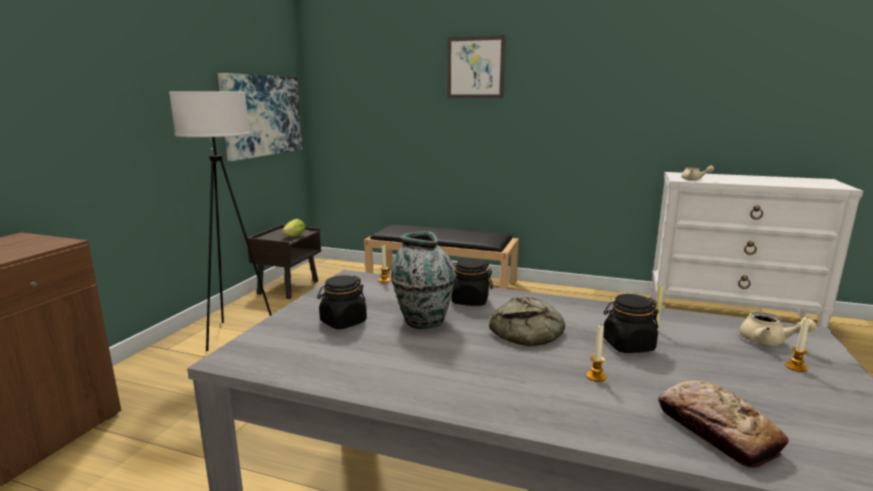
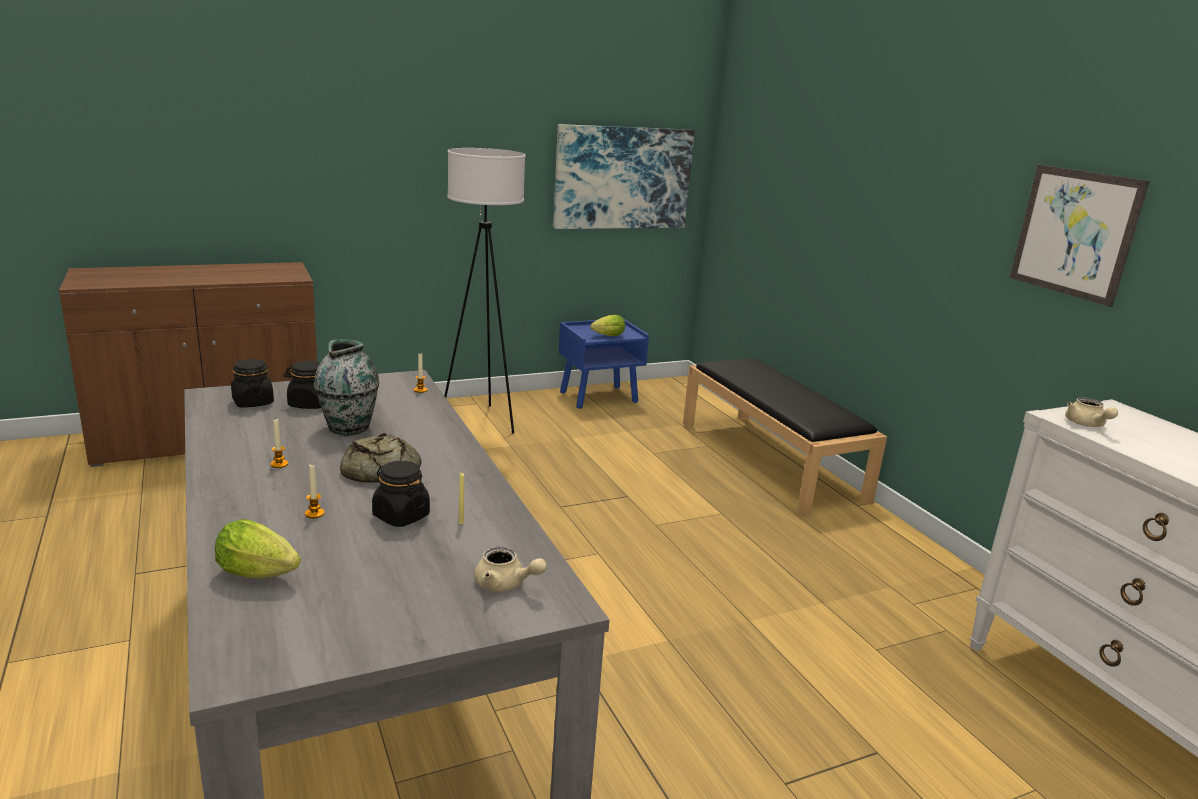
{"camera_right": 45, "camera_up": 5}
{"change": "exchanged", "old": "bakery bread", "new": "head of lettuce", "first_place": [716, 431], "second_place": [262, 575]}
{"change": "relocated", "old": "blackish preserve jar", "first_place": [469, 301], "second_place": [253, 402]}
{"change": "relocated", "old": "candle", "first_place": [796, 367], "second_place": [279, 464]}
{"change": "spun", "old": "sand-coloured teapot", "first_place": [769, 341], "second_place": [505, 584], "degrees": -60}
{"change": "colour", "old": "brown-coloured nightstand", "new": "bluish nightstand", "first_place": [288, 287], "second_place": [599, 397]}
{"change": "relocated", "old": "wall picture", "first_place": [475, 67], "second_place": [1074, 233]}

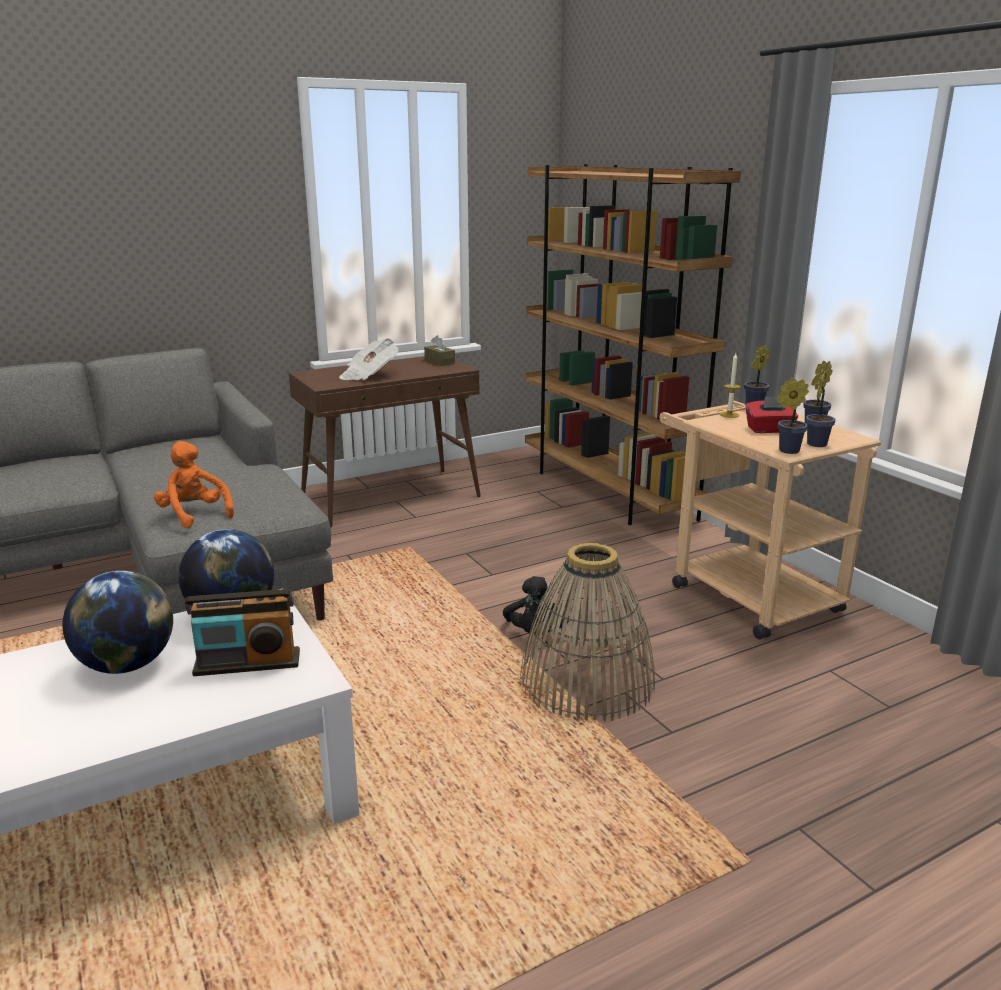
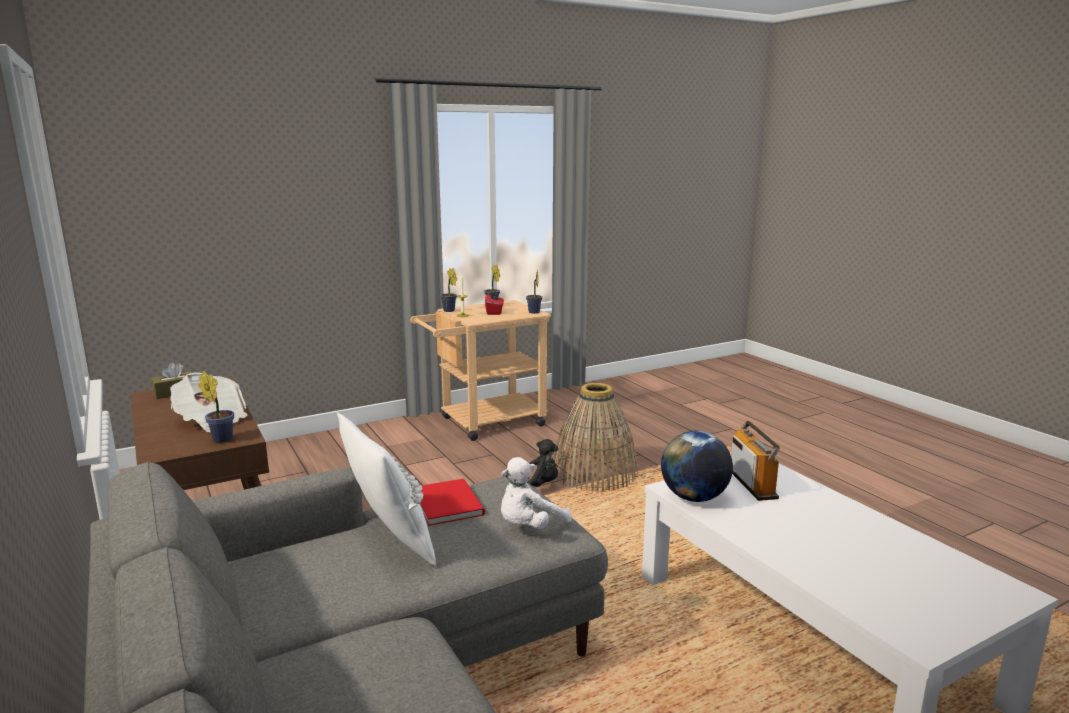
{"camera_right": -90, "camera_up": -5}
{"change": "relocated", "old": "plant in a pot", "first_place": [817, 443], "second_place": [221, 439]}
{"change": "appeared", "new": "white throw pillow", "second_place": [388, 541]}
{"change": "appeared", "new": "reddish bound book", "second_place": [449, 502]}
{"change": "colour", "old": "orange-coloured cuddly toy", "new": "white cuddly toy", "first_place": [194, 515], "second_place": [529, 526]}
{"change": "missing", "old": "desk globe", "first_place": [127, 665]}
{"change": "missing", "old": "brown-coloured bookcase", "first_place": [608, 491]}

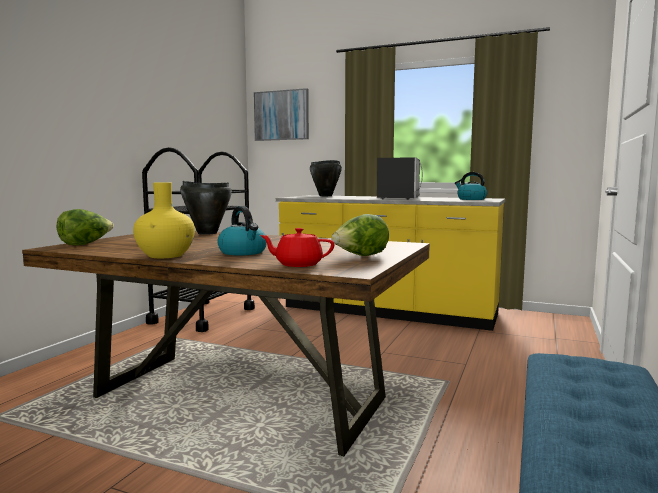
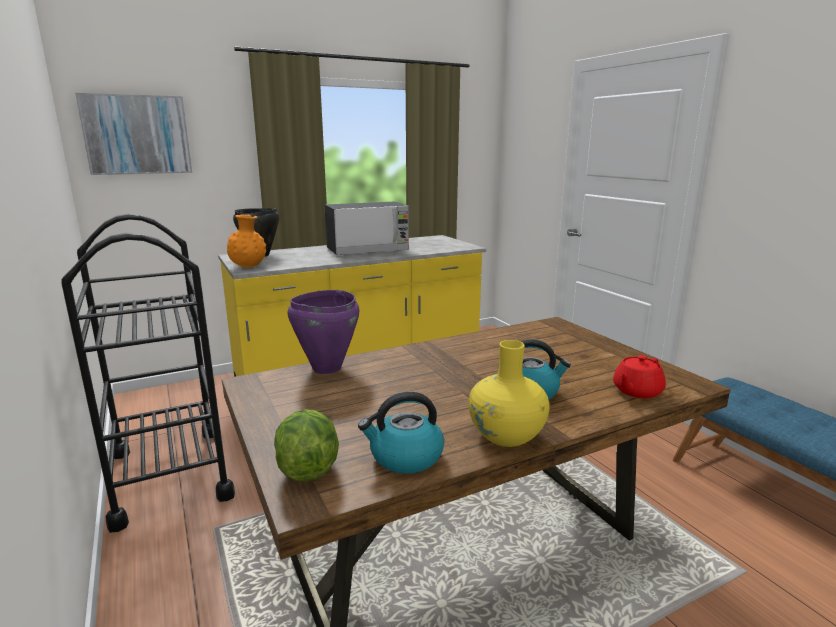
{"camera_right": -50, "camera_up": 10}
{"change": "appeared", "new": "orange-coloured vase", "second_place": [248, 267]}
{"change": "colour", "old": "blackish cooking pot", "new": "purple-coloured cooking pot", "first_place": [207, 233], "second_place": [326, 368]}
{"change": "spun", "old": "microwave", "first_place": [399, 198], "second_place": [368, 250], "degrees": 105}
{"change": "relocated", "old": "tea kettle", "first_place": [471, 199], "second_place": [405, 457]}
{"change": "missing", "old": "head of lettuce", "first_place": [360, 256]}

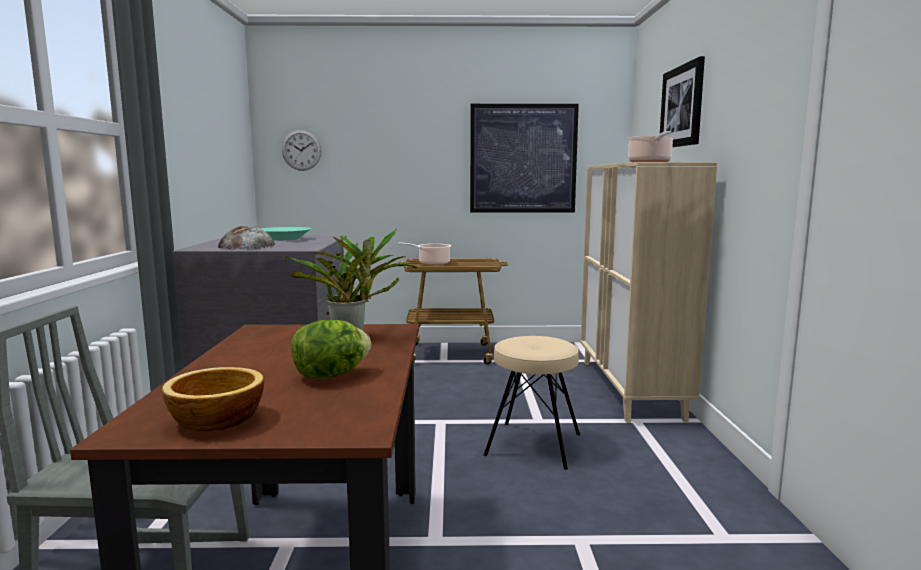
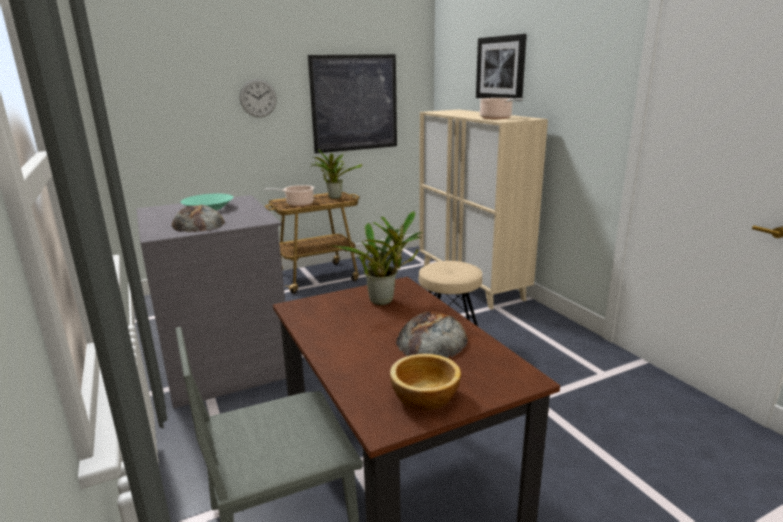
{"camera_right": -25, "camera_up": 10}
{"change": "relocated", "old": "wall clock", "first_place": [301, 150], "second_place": [258, 98]}
{"change": "appeared", "new": "plant in a pot", "second_place": [334, 197]}
{"change": "exchanged", "old": "head of lettuce", "new": "bakery bread", "first_place": [331, 375], "second_place": [432, 339]}

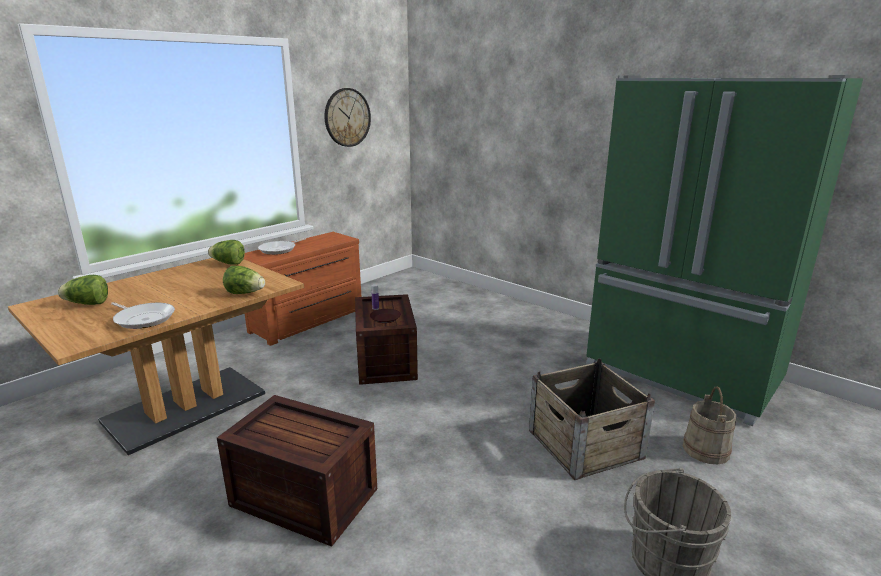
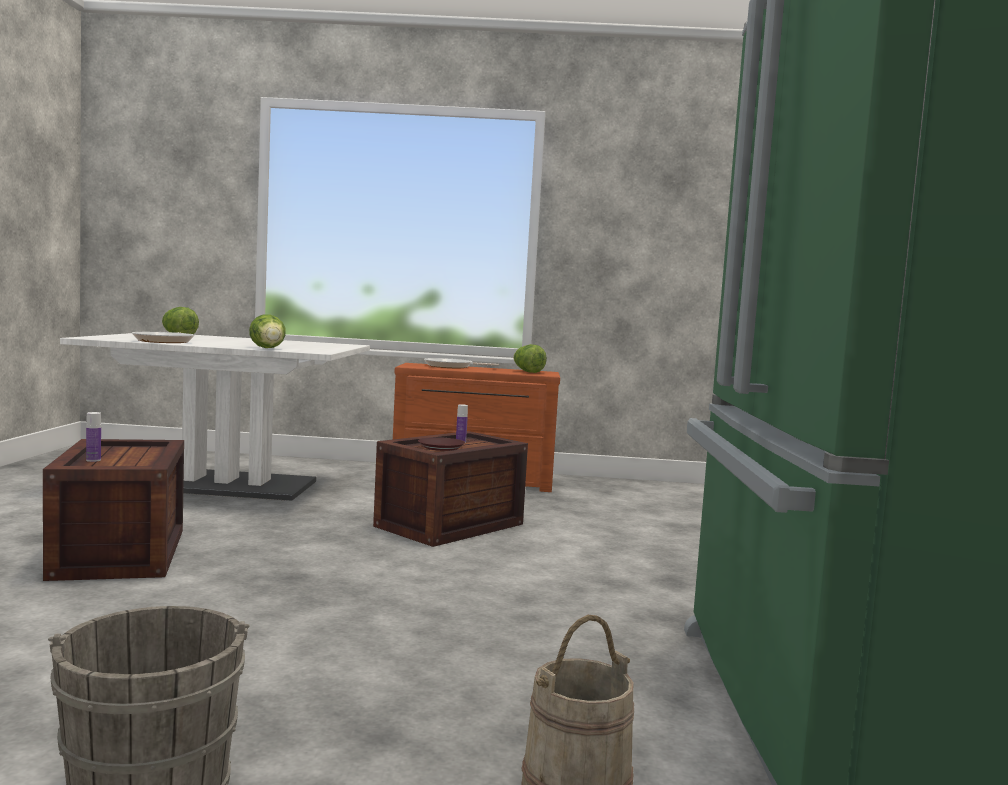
{"camera_right": 50, "camera_up": -15}
{"change": "colour", "old": "brown-coloured kitchen table", "new": "white kitchen table", "first_place": [185, 407], "second_place": [226, 485]}
{"change": "appeared", "new": "drink bottle", "second_place": [93, 460]}
{"change": "relocated", "old": "head of lettuce", "first_place": [228, 263], "second_place": [527, 372]}
{"change": "missing", "old": "wall clock", "first_place": [347, 117]}
{"change": "missing", "old": "shipping crate", "first_place": [585, 444]}

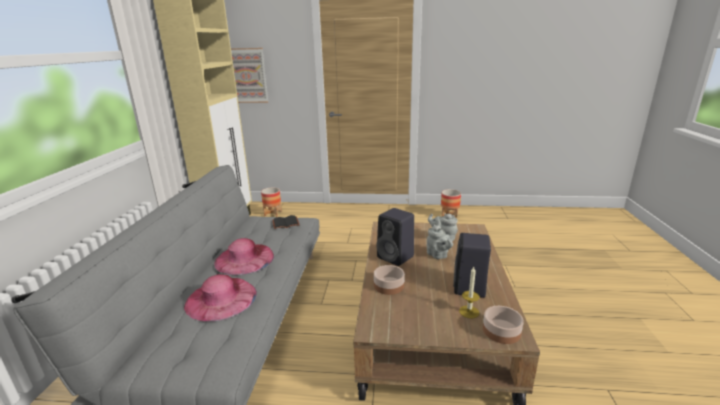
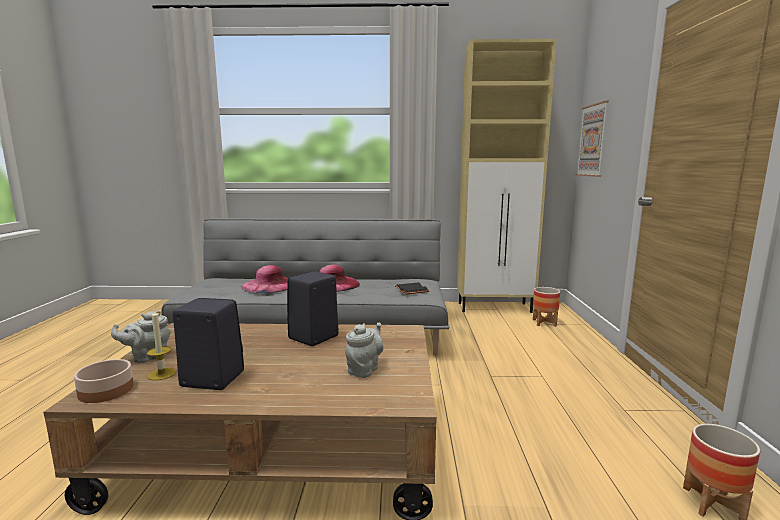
{"camera_right": 85, "camera_up": -10}
{"change": "relocated", "old": "greyish teapot", "first_place": [438, 255], "second_place": [147, 357]}
{"change": "missing", "old": "deep dish", "first_place": [389, 285]}

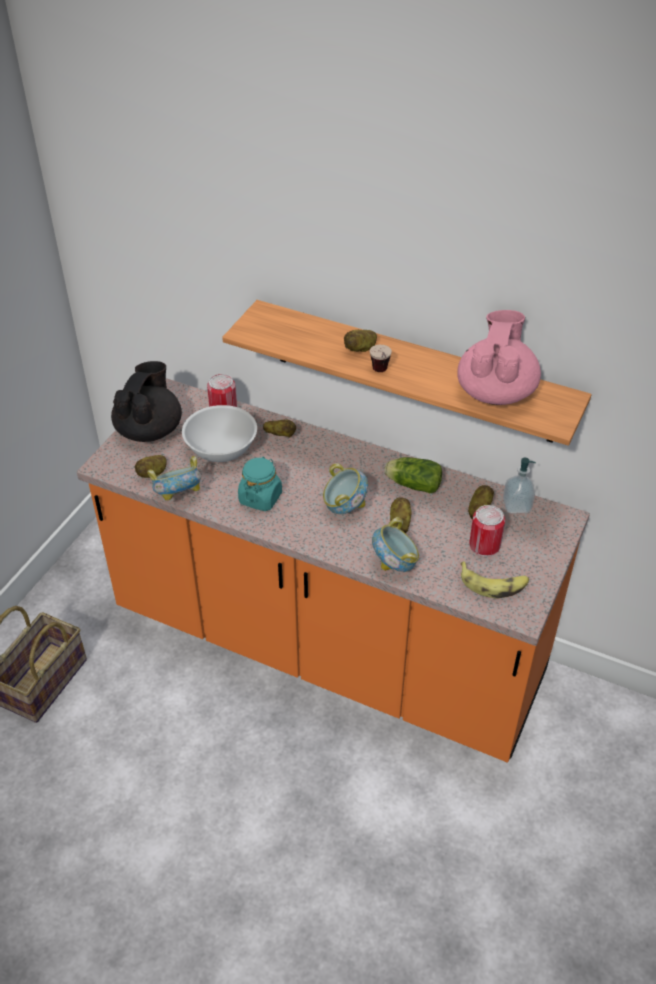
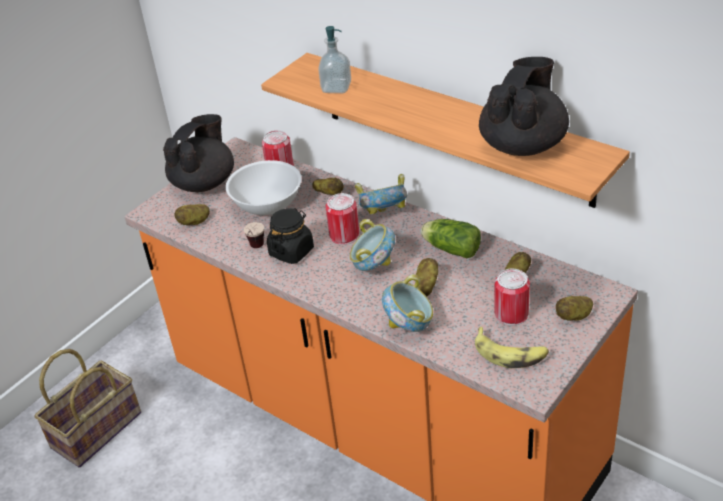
{"camera_right": 15, "camera_up": -5}
{"change": "relocated", "old": "cup", "first_place": [381, 374], "second_place": [255, 249]}
{"change": "colour", "old": "blue-green preserve jar", "new": "blackish preserve jar", "first_place": [260, 498], "second_place": [291, 251]}
{"change": "relocated", "old": "soap bottle", "first_place": [516, 506], "second_place": [336, 87]}
{"change": "appeared", "new": "can", "second_place": [344, 235]}
{"change": "relocated", "old": "deep dish", "first_place": [179, 496], "second_place": [384, 214]}
{"change": "colour", "old": "pinkish teapot", "new": "blackish teapot", "first_place": [495, 392], "second_place": [523, 145]}
{"change": "relocated", "old": "potato", "first_place": [361, 349], "second_place": [574, 316]}

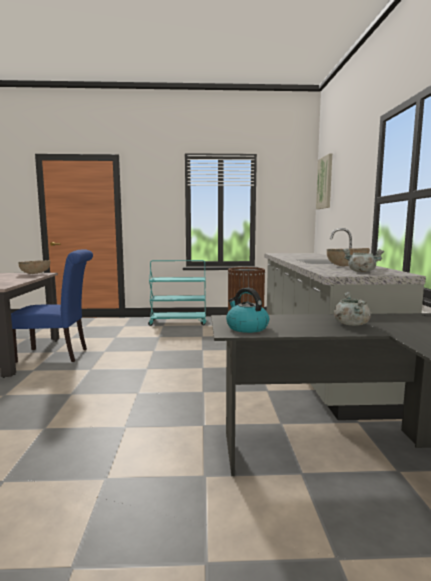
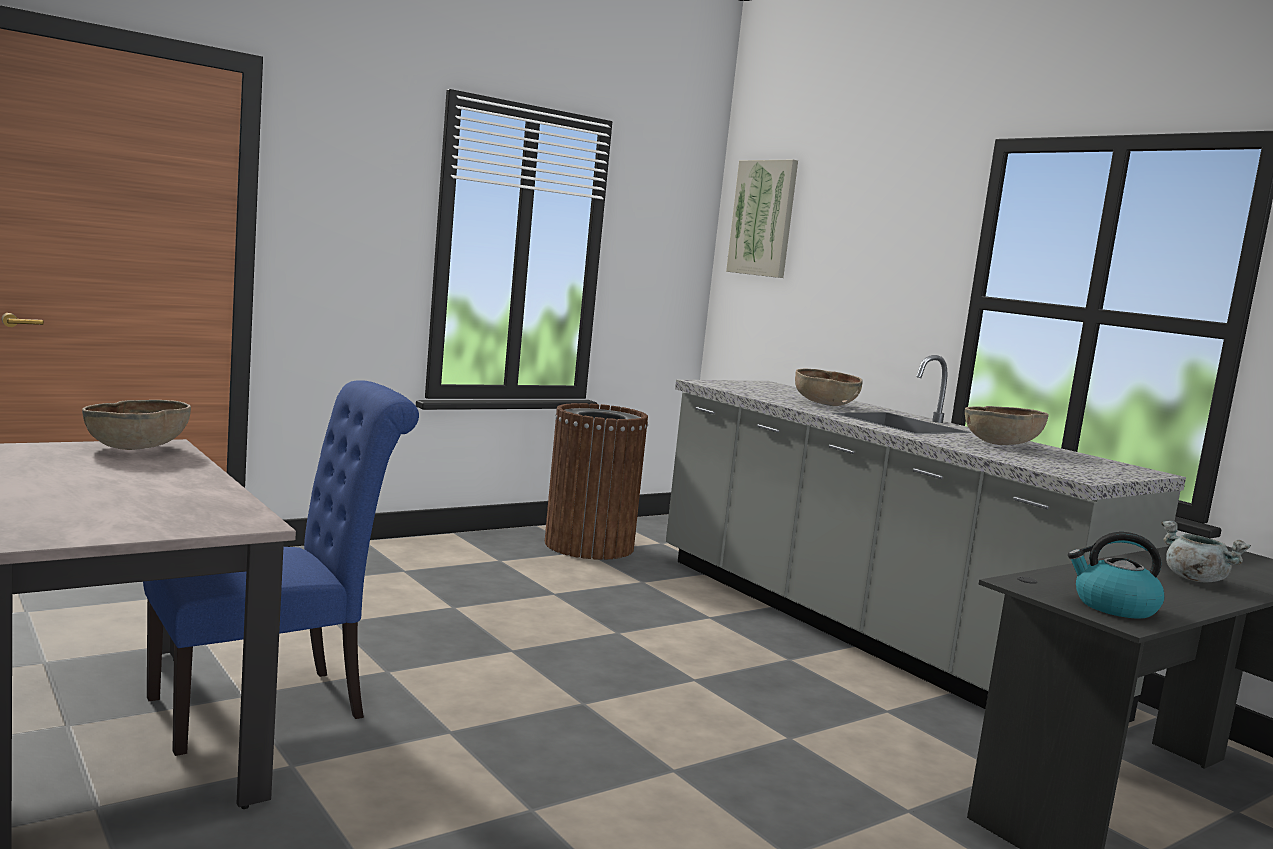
{"camera_right": -35, "camera_up": 0}
{"change": "appeared", "new": "brown-coloured deep dish", "second_place": [825, 404]}
{"change": "missing", "old": "blue-green wheeled cart", "first_place": [178, 322]}
{"change": "missing", "old": "greyish cooking pot", "first_place": [361, 272]}

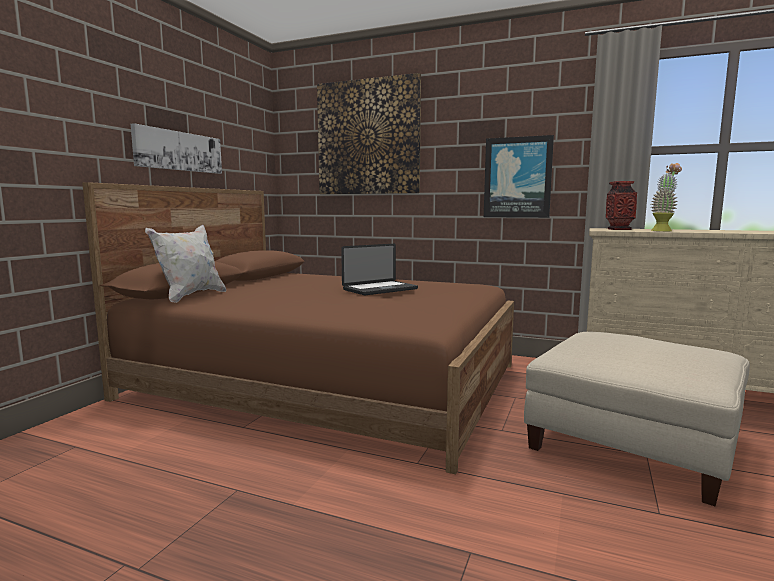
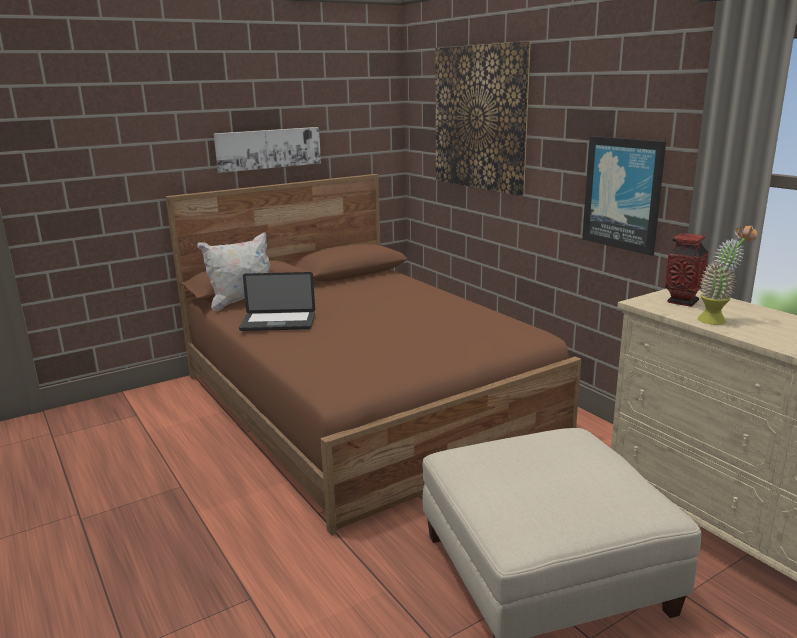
{"camera_right": 35, "camera_up": 10}
{"change": "relocated", "old": "notebook computer", "first_place": [380, 289], "second_place": [278, 323]}

